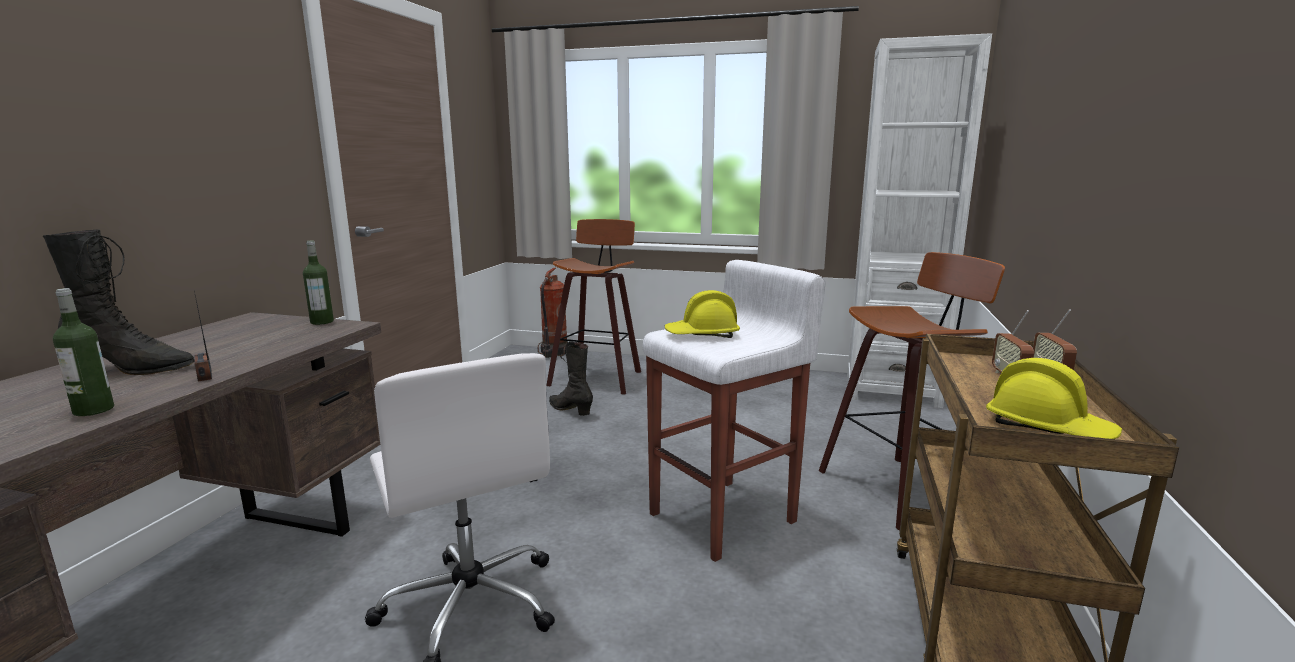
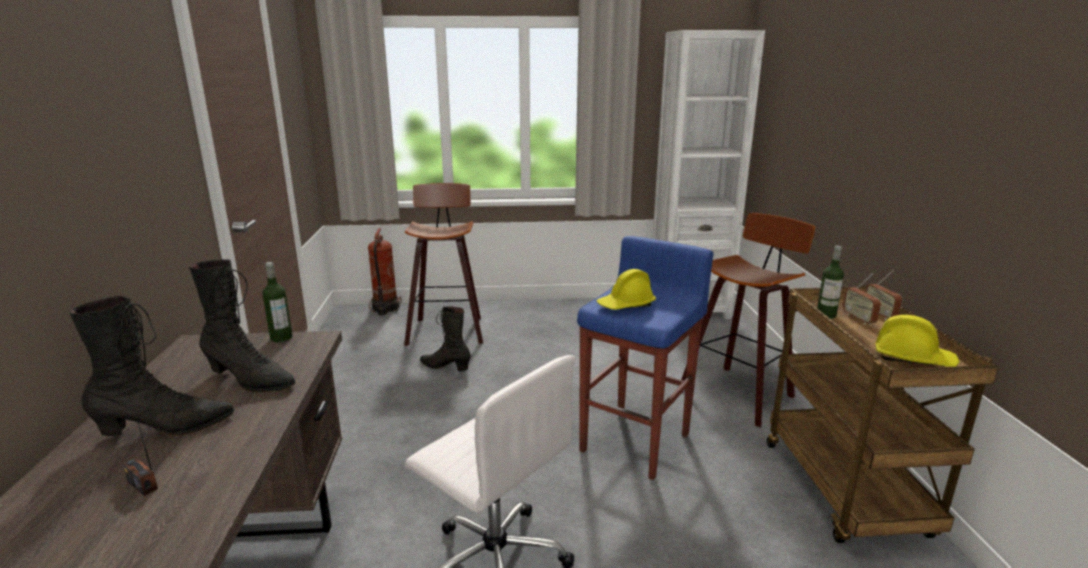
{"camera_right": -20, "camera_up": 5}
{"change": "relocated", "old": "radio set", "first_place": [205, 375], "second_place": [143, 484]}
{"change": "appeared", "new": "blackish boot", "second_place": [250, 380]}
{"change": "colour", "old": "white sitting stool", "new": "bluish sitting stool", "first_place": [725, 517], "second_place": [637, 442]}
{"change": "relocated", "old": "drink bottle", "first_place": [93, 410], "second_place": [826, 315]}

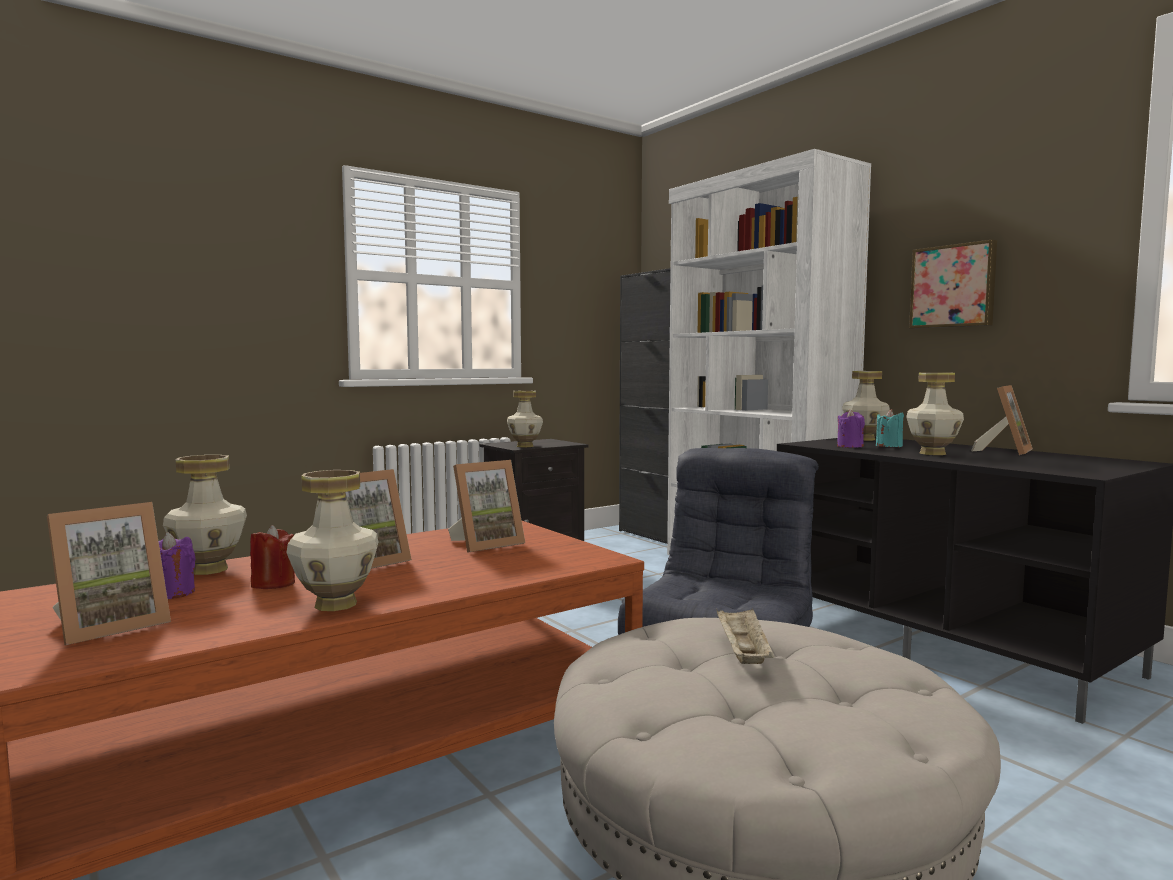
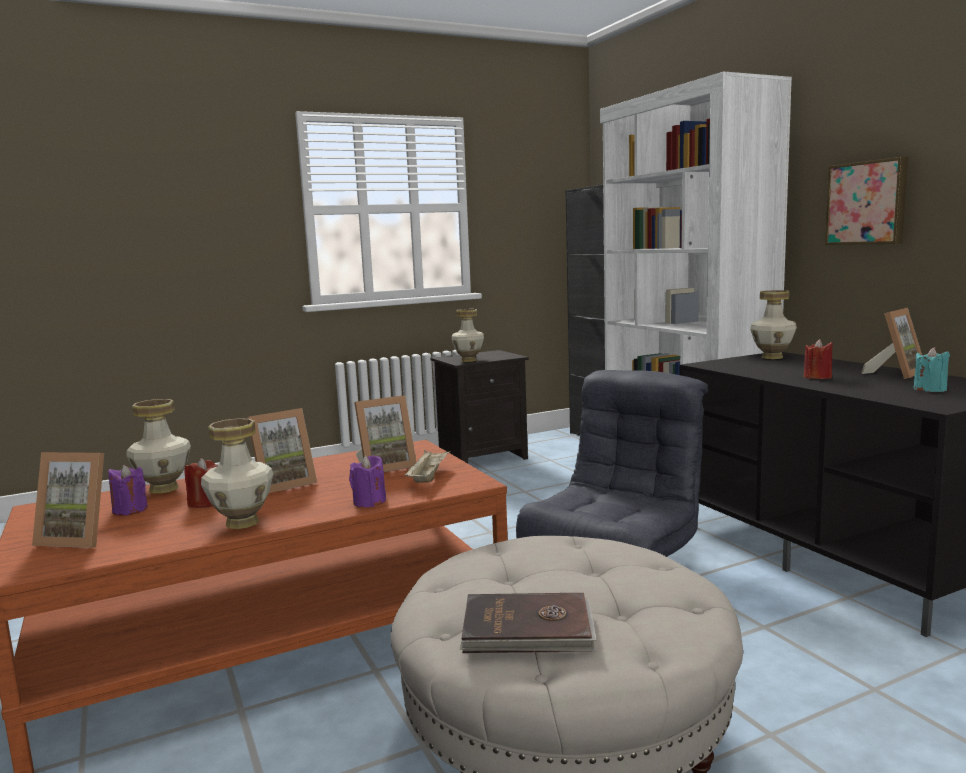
{"camera_right": 10, "camera_up": 5}
{"change": "spun", "old": "picture frame", "first_place": [110, 626], "second_place": [80, 537], "degrees": 45}
{"change": "relocated", "old": "purple-coloured candle", "first_place": [850, 446], "second_place": [369, 502]}
{"change": "relocated", "old": "sand-coloured serving tray", "first_place": [742, 653], "second_place": [428, 477]}
{"change": "appeared", "new": "brown-coloured bound book", "second_place": [528, 630]}
{"change": "exchanged", "old": "vase", "new": "reddish candle", "first_place": [932, 453], "second_place": [817, 377]}
{"change": "relocated", "old": "blue-green candle", "first_place": [889, 446], "second_place": [930, 389]}

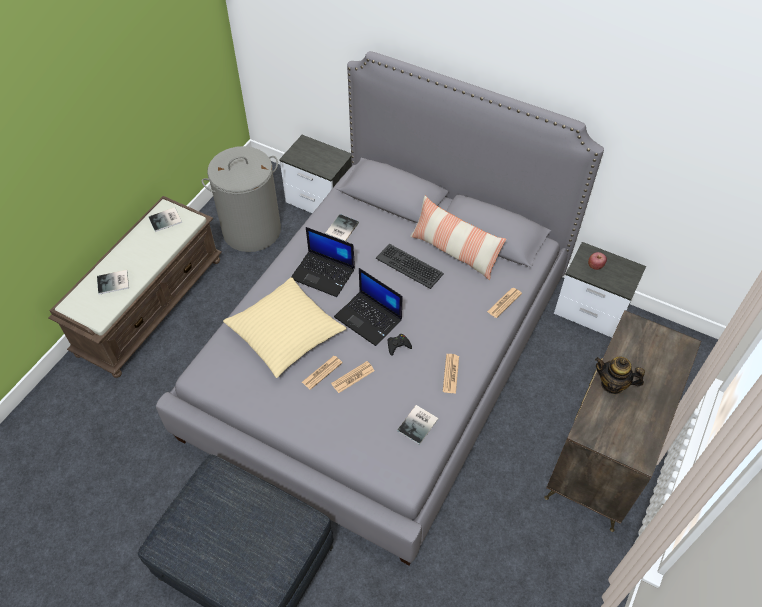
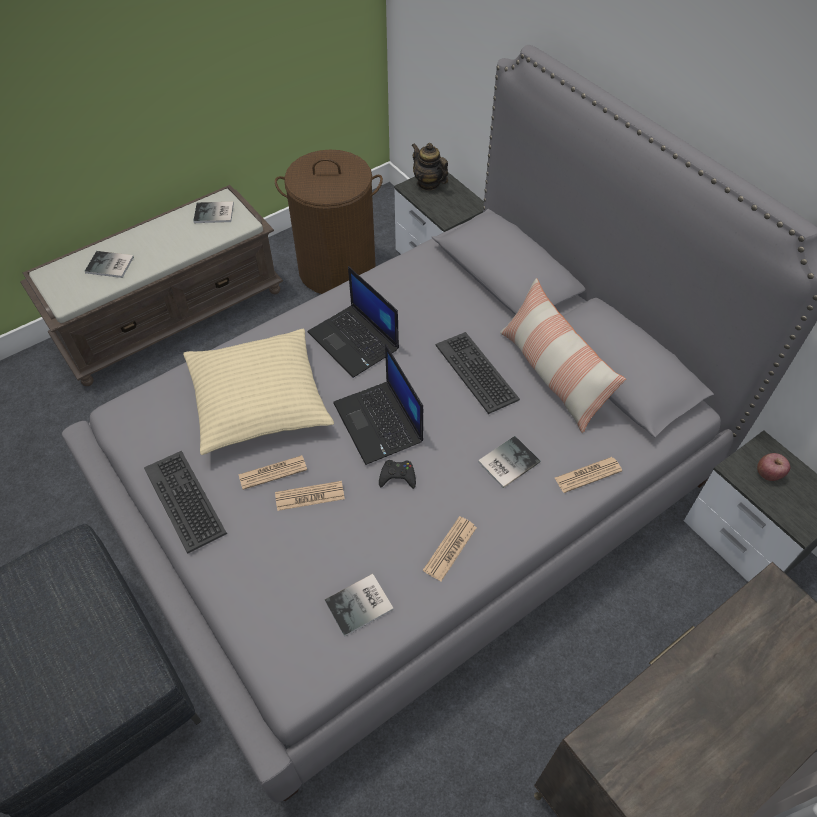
{"camera_right": 25, "camera_up": 0}
{"change": "appeared", "new": "keyboard", "second_place": [185, 500]}
{"change": "colour", "old": "greyish hamper", "new": "brown-coloured hamper", "first_place": [252, 230], "second_place": [337, 269]}
{"change": "relocated", "old": "teapot", "first_place": [612, 384], "second_place": [428, 183]}
{"change": "relocated", "old": "bound book", "first_place": [341, 228], "second_place": [506, 462]}

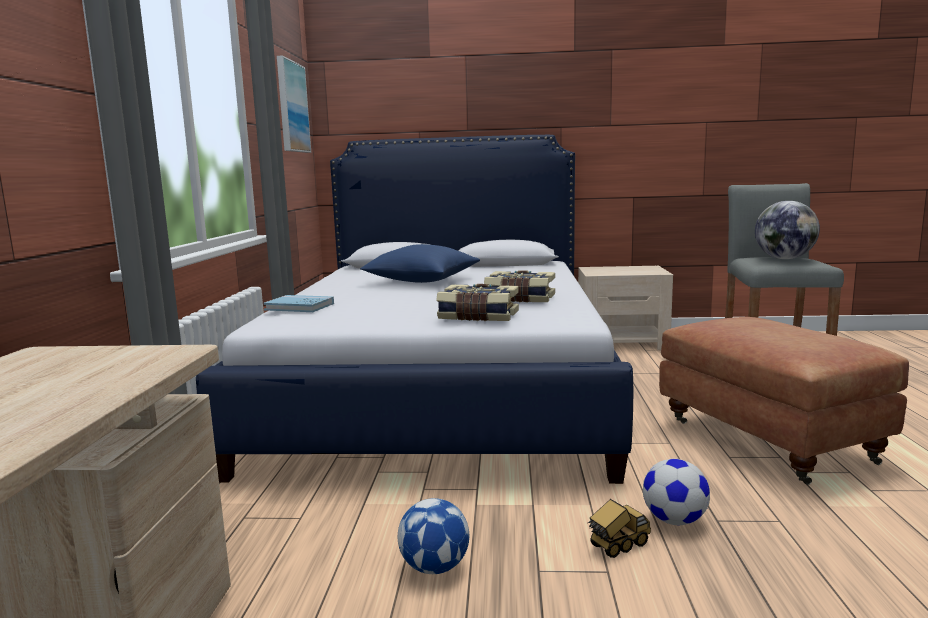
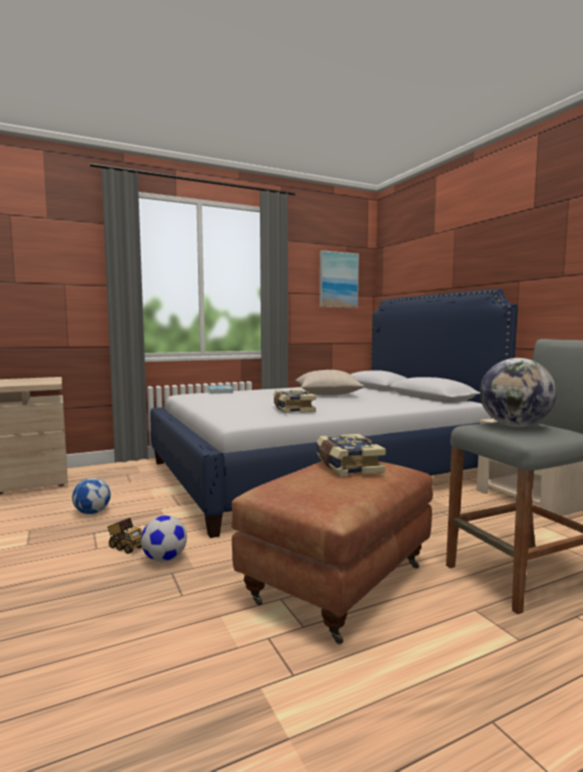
{"camera_right": 60, "camera_up": -5}
{"change": "colour", "old": "bluish throw pillow", "new": "sand-coloured throw pillow", "first_place": [422, 281], "second_place": [327, 394]}
{"change": "relocated", "old": "bound book", "first_place": [478, 317], "second_place": [347, 466]}

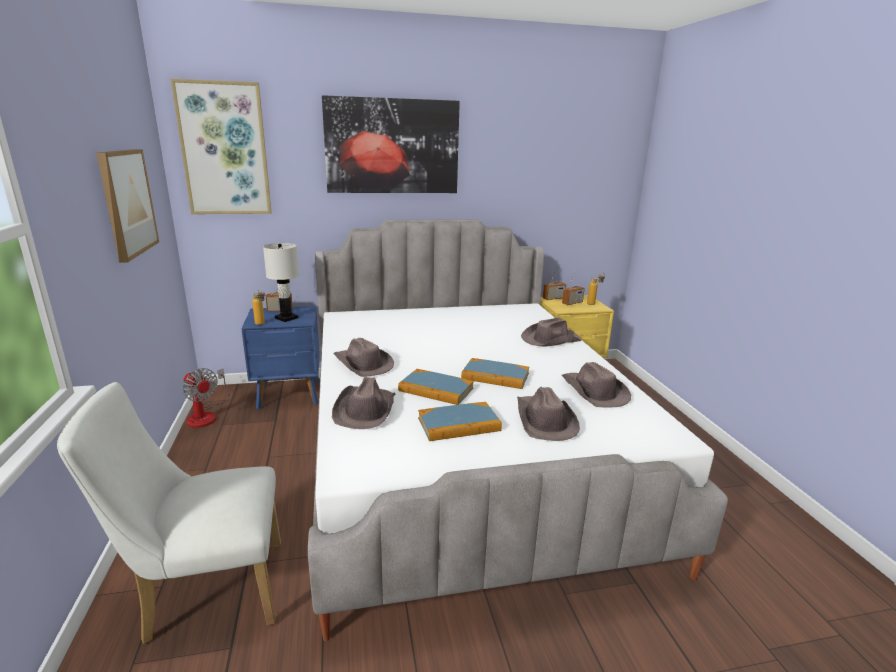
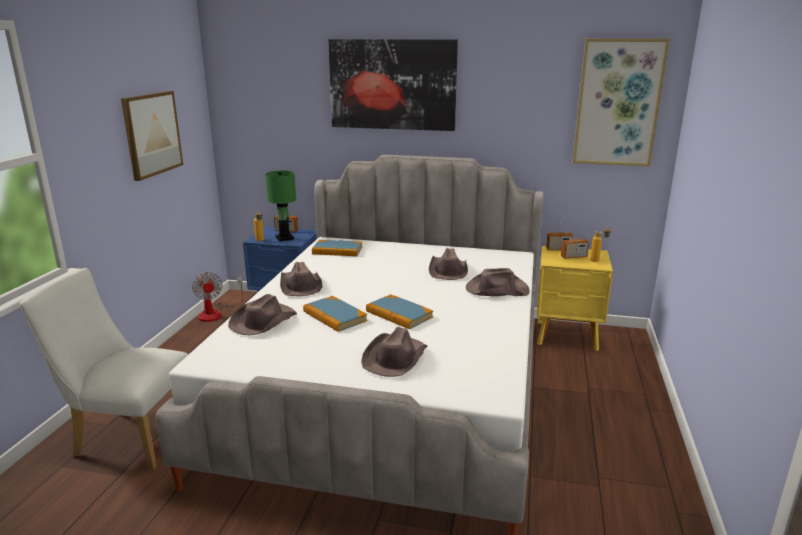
{"camera_right": 25, "camera_up": 0}
{"change": "colour", "old": "white tabletop lamp", "new": "green-coloured tabletop lamp", "first_place": [286, 318], "second_place": [284, 238]}
{"change": "relocated", "old": "bound book", "first_place": [459, 424], "second_place": [337, 250]}
{"change": "relocated", "old": "brown-coloured wearable hat", "first_place": [593, 391], "second_place": [448, 270]}
{"change": "relocated", "old": "wall picture", "first_place": [224, 150], "second_place": [618, 103]}

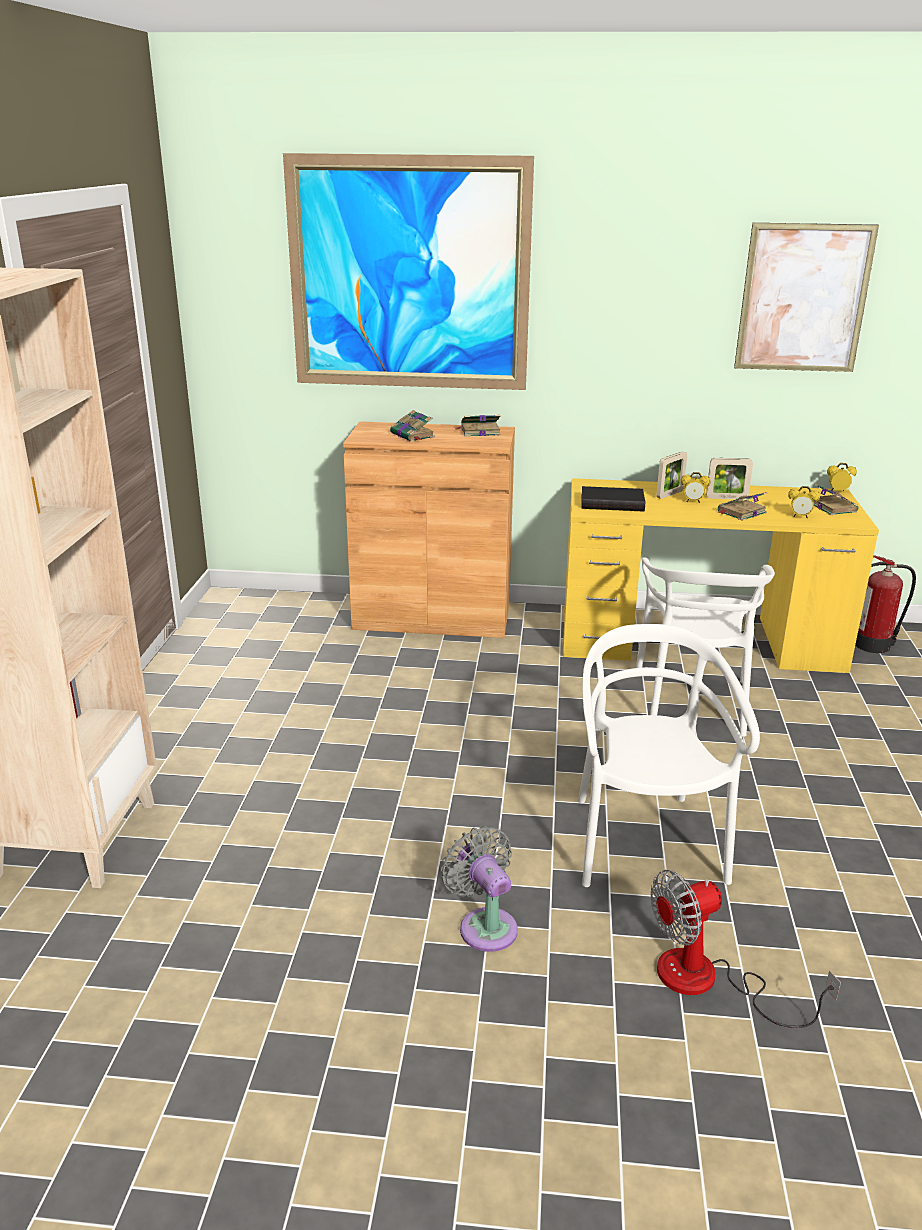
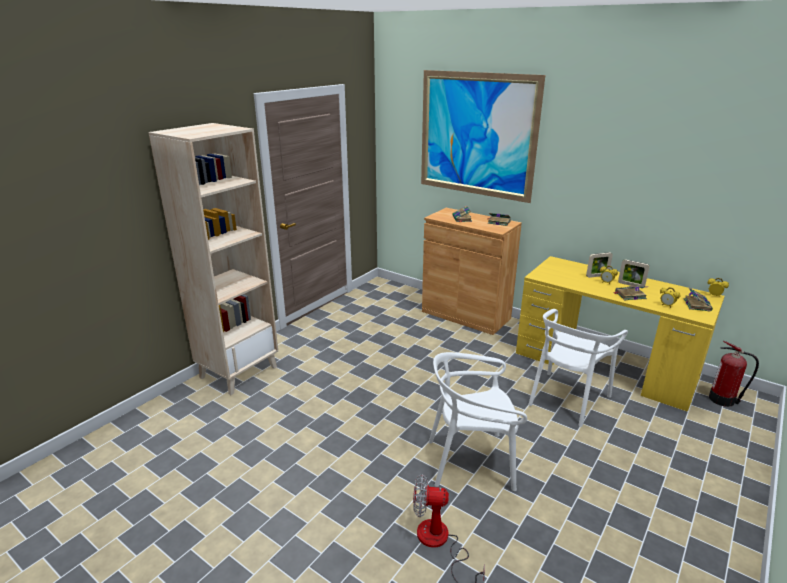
{"camera_right": 30, "camera_up": 0}
{"change": "spun", "old": "white chair", "first_place": [644, 842], "second_place": [471, 462], "degrees": -120}
{"change": "missing", "old": "greyish fan", "first_place": [485, 925]}
{"change": "missing", "old": "blackish bound book", "first_place": [612, 502]}
{"change": "missing", "old": "wall picture", "first_place": [803, 298]}

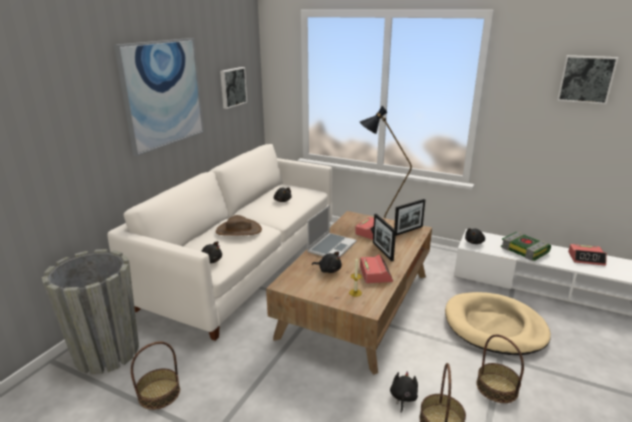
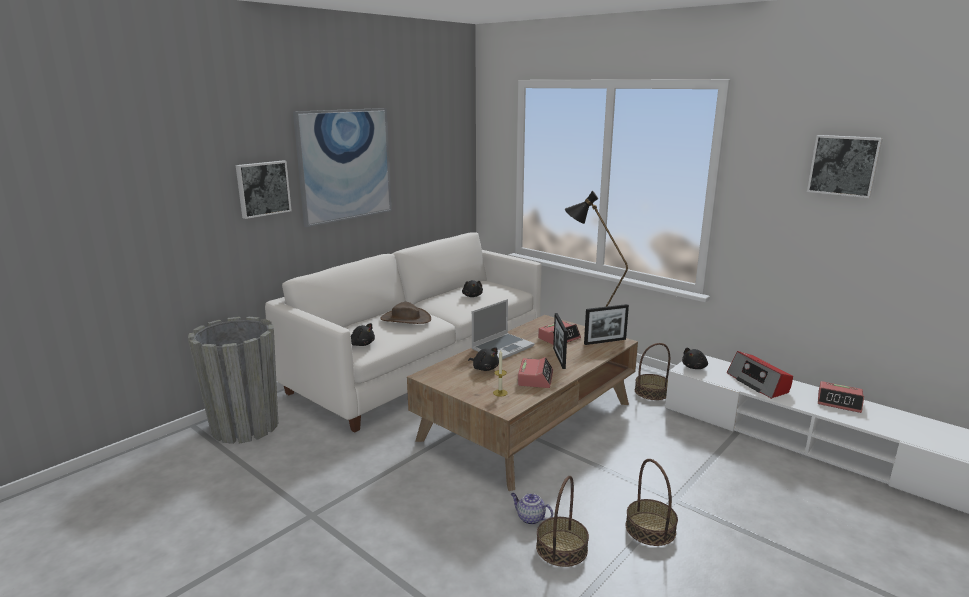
{"camera_right": 15, "camera_up": -5}
{"change": "relocated", "old": "wall picture", "first_place": [232, 87], "second_place": [263, 188]}
{"change": "exchanged", "old": "blackish cuddly toy", "new": "teapot", "first_place": [403, 397], "second_place": [530, 518]}
{"change": "relocated", "old": "basket", "first_place": [159, 393], "second_place": [652, 392]}
{"change": "exchanged", "old": "bound book", "new": "radio set", "first_place": [525, 250], "second_place": [758, 383]}
{"change": "missing", "old": "sand-coloured dog cushion", "first_place": [494, 326]}

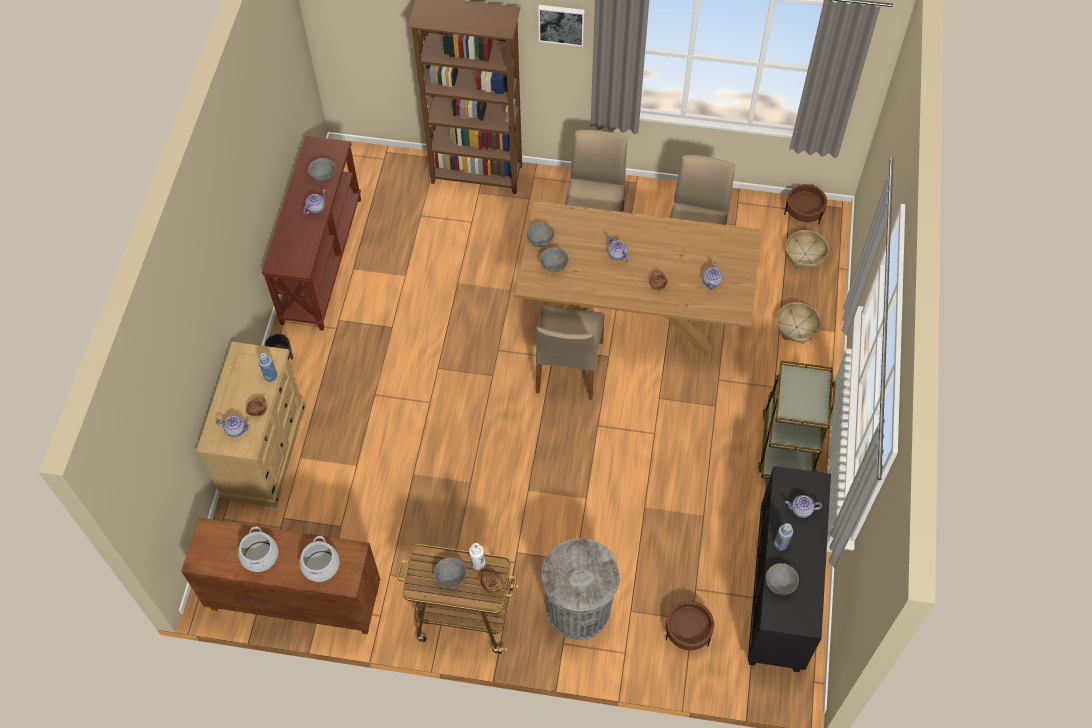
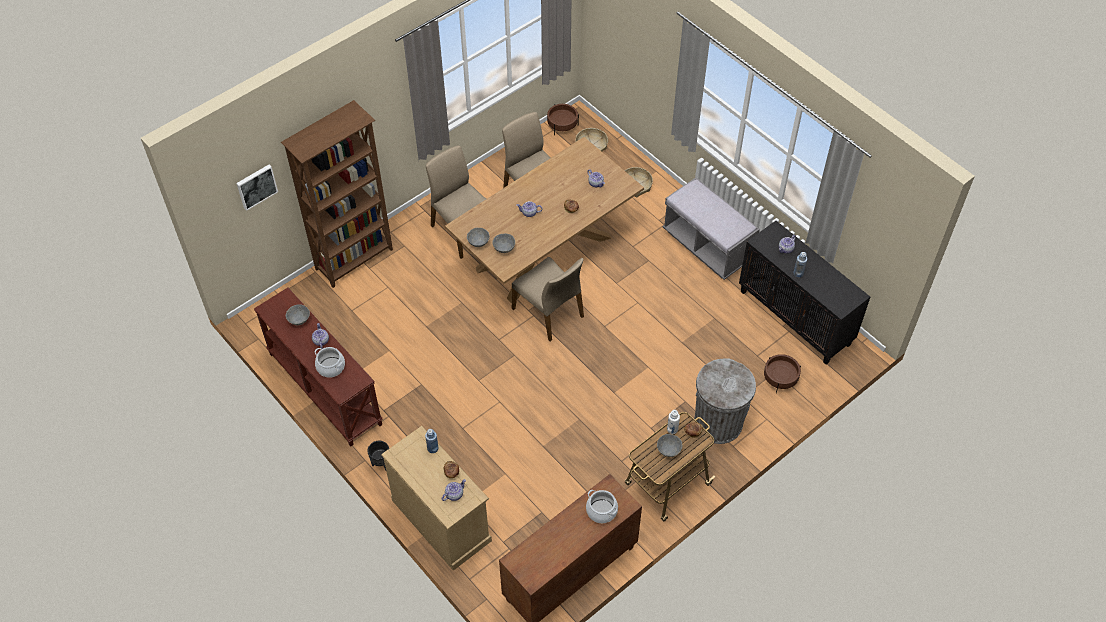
{"camera_right": -50, "camera_up": -5}
{"change": "relocated", "old": "wall picture", "first_place": [561, 24], "second_place": [256, 186]}
{"change": "relocated", "old": "cooking pot", "first_place": [260, 556], "second_place": [331, 367]}
{"change": "exchanged", "old": "brown-coloured wheeled cart", "new": "greyish bench", "first_place": [788, 445], "second_place": [707, 246]}
{"change": "missing", "old": "greyish deep dish", "first_place": [780, 584]}

